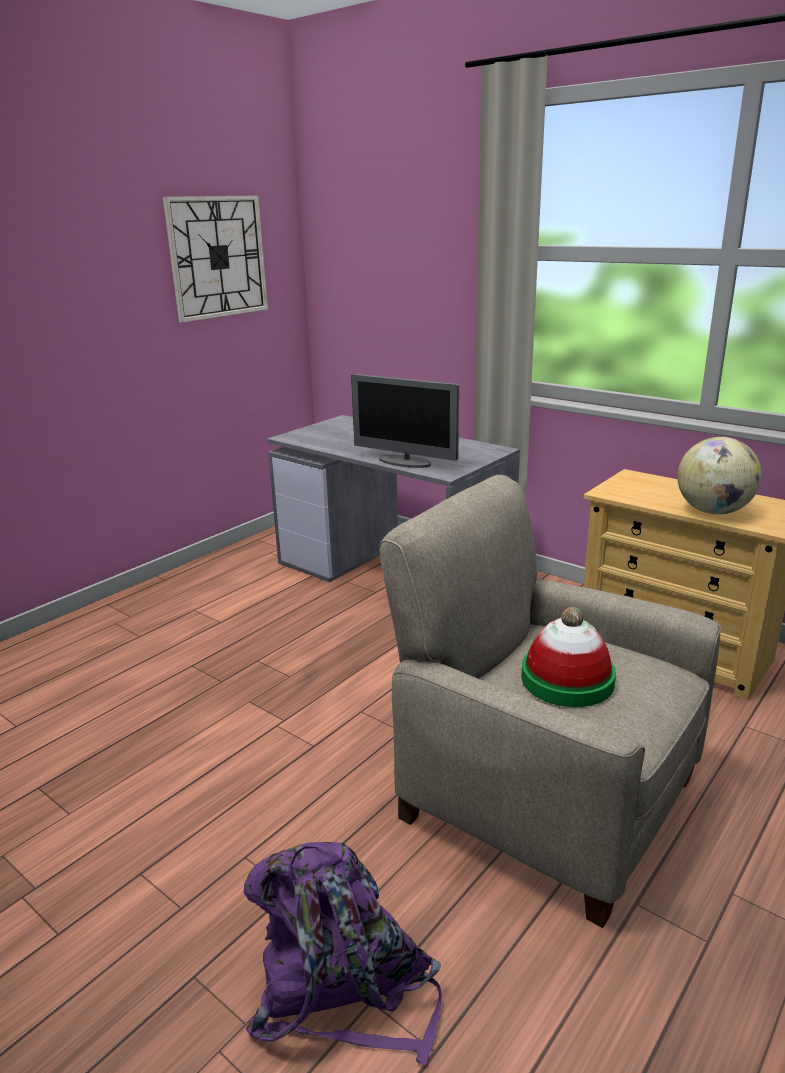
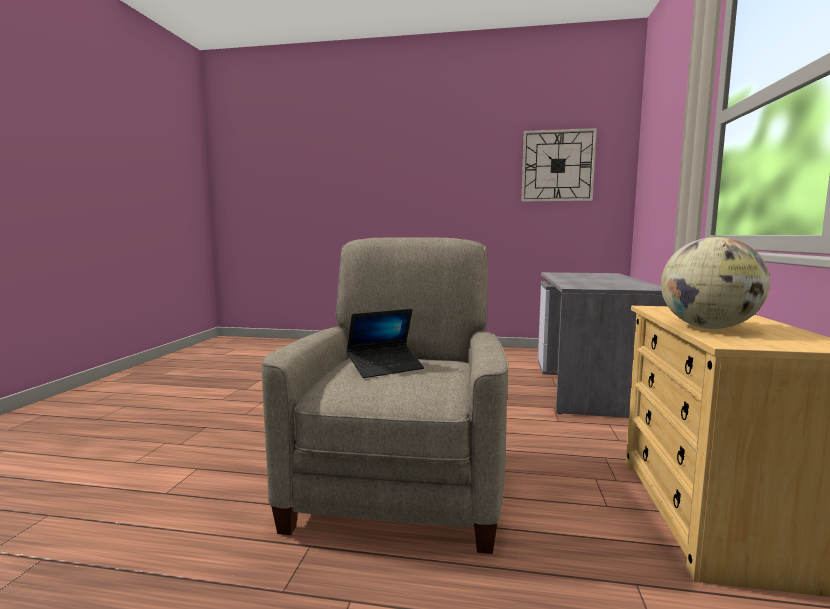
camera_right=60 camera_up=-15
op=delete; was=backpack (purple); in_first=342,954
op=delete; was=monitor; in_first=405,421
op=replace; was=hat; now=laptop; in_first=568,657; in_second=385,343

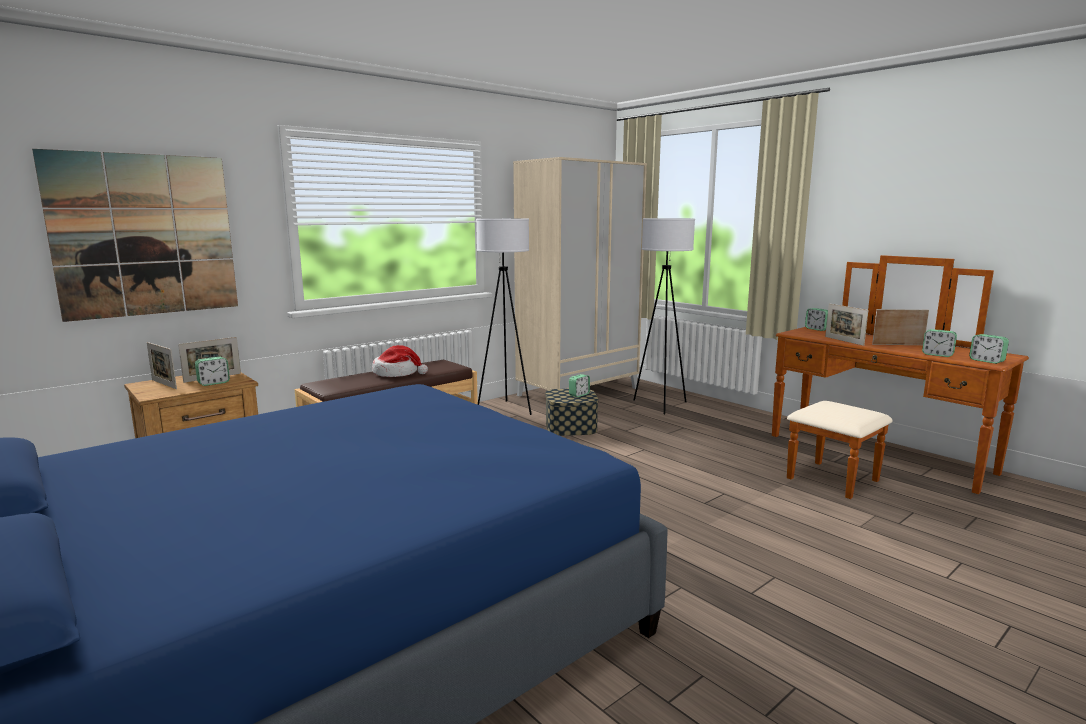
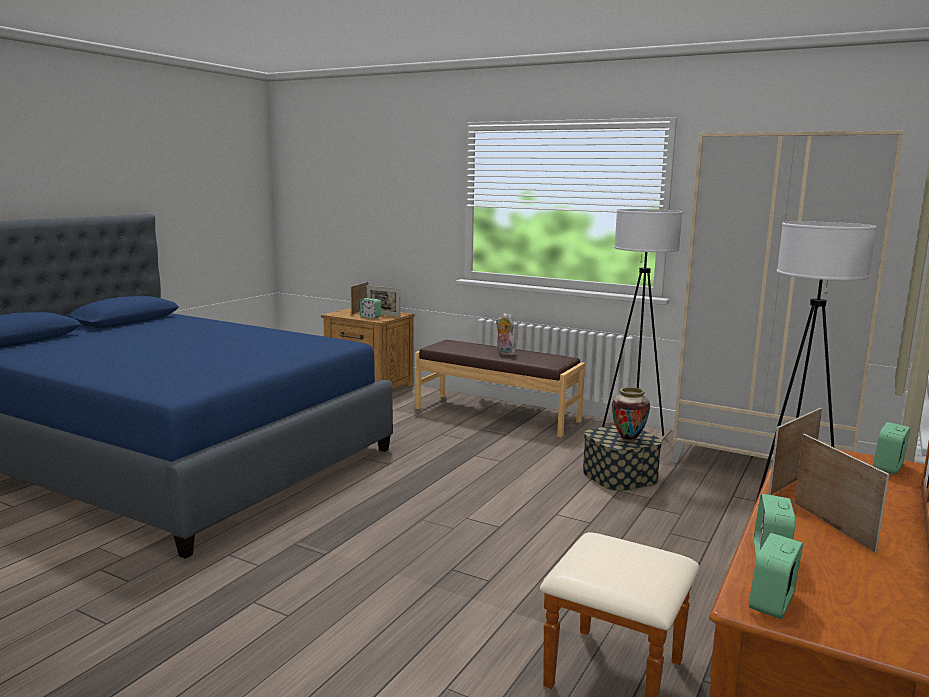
camera_right=70 camera_up=0
op=delete; was=picture; in_first=135,235
op=replace; was=hat; now=plush toy; in_first=400,361; in_second=506,334
op=replace; was=alarm clock; now=vase; in_first=579,385; in_second=631,414

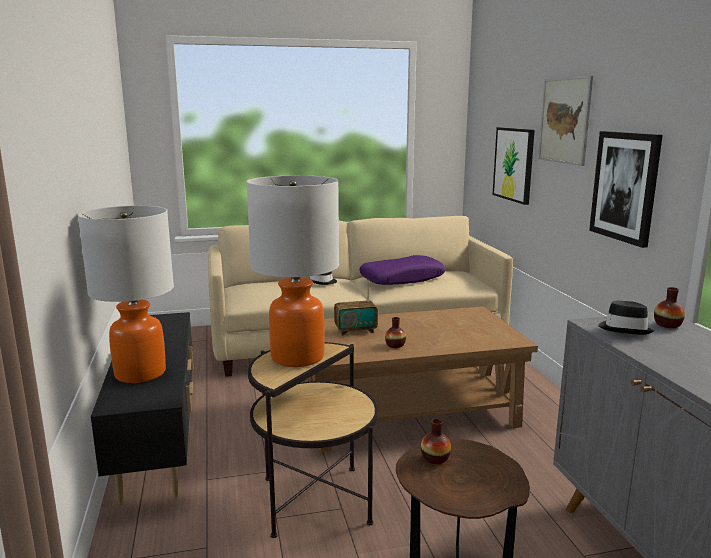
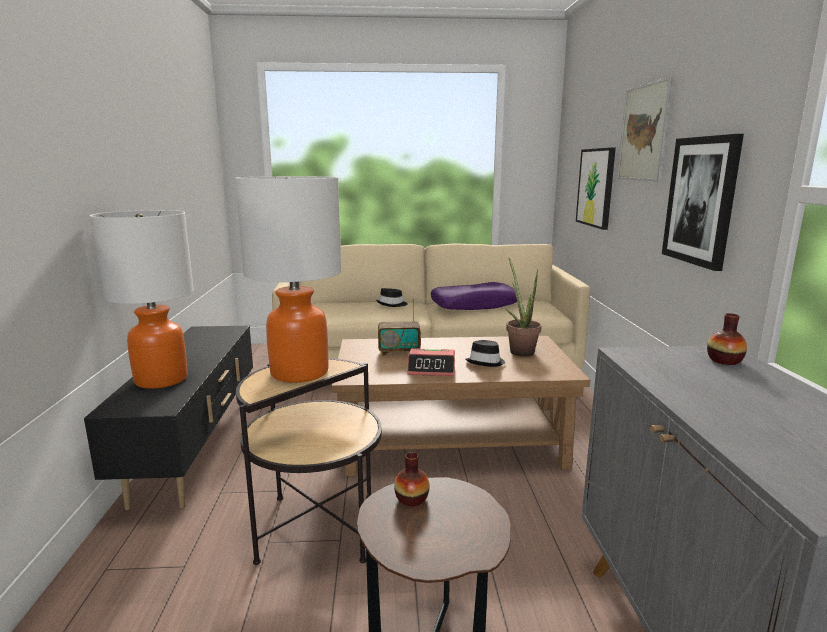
camera_right=10 camera_up=0
op=replace; was=vase; now=alarm clock; in_first=395,332; in_second=431,362
op=move; was=hat (black); in_first=626,318; in_second=485,353
op=insert; now=potted plant; in_second=524,307

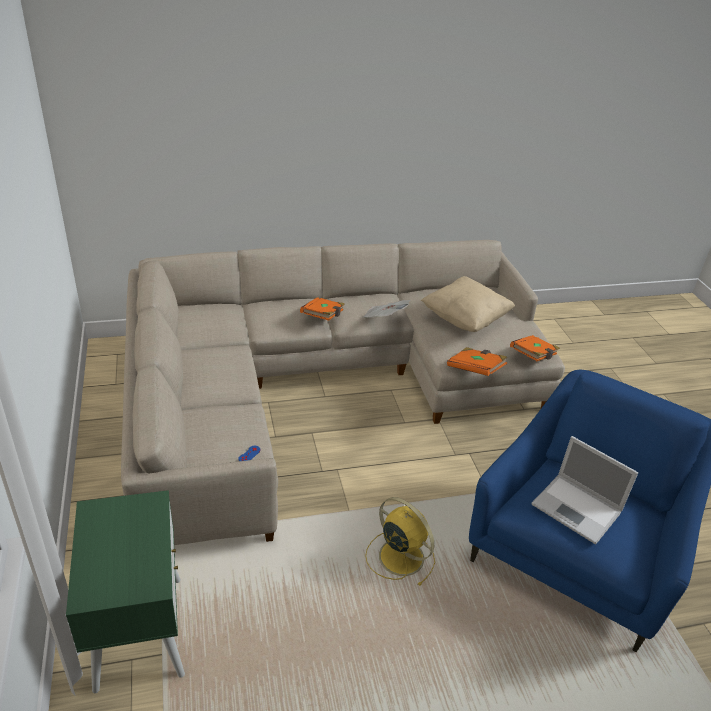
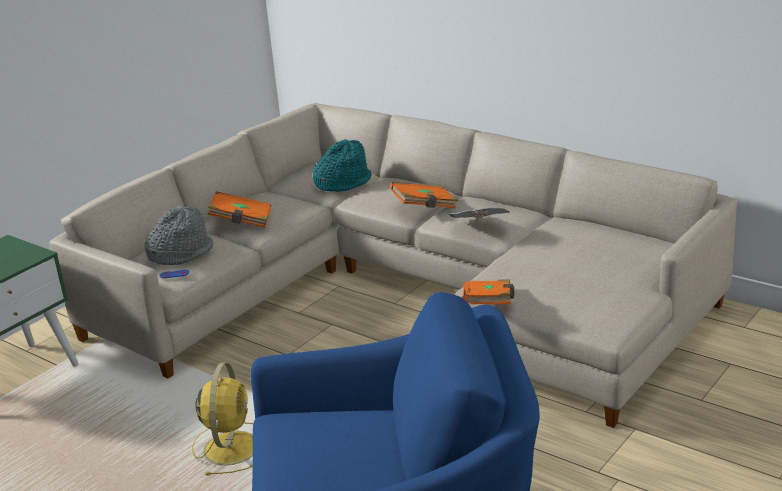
camera_right=55 camera_up=-10
op=delete; was=pillow (beige); in_first=468,304
op=move; was=book (orange); in_first=535,348; in_second=239,210
op=delete; was=laptop; in_first=584,490
op=insert; now=hat (grey); in_second=178,235
op=insert; now=hat (turquoise); in_second=342,165

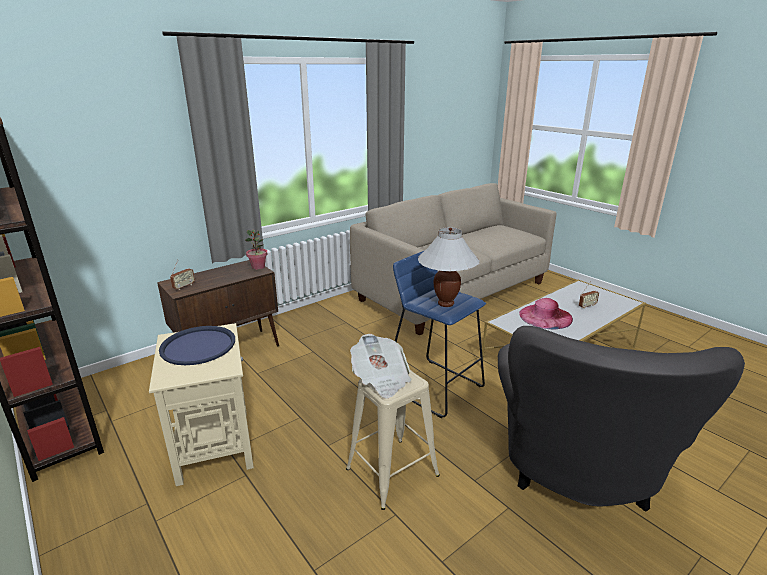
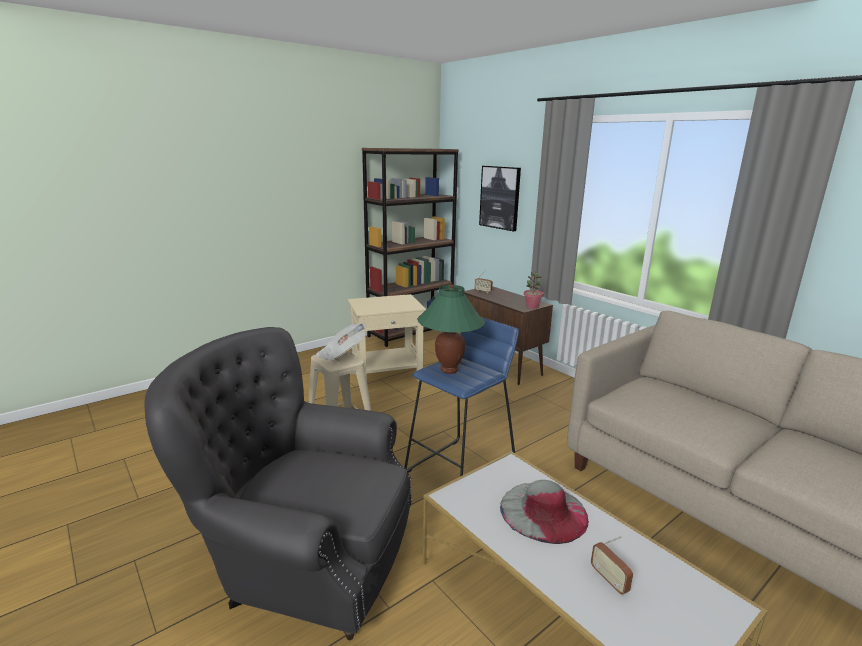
camera_right=90 camera_up=-5
op=delete; was=tray (blue); in_first=197,345
op=recolor; was=table lamp (white); now=table lamp (green); in_first=449,267; in_second=451,329
op=recolor; was=hat (pink); now=hat (grey); in_first=546,314; in_second=544,512
op=insert; now=picture; in_second=500,198

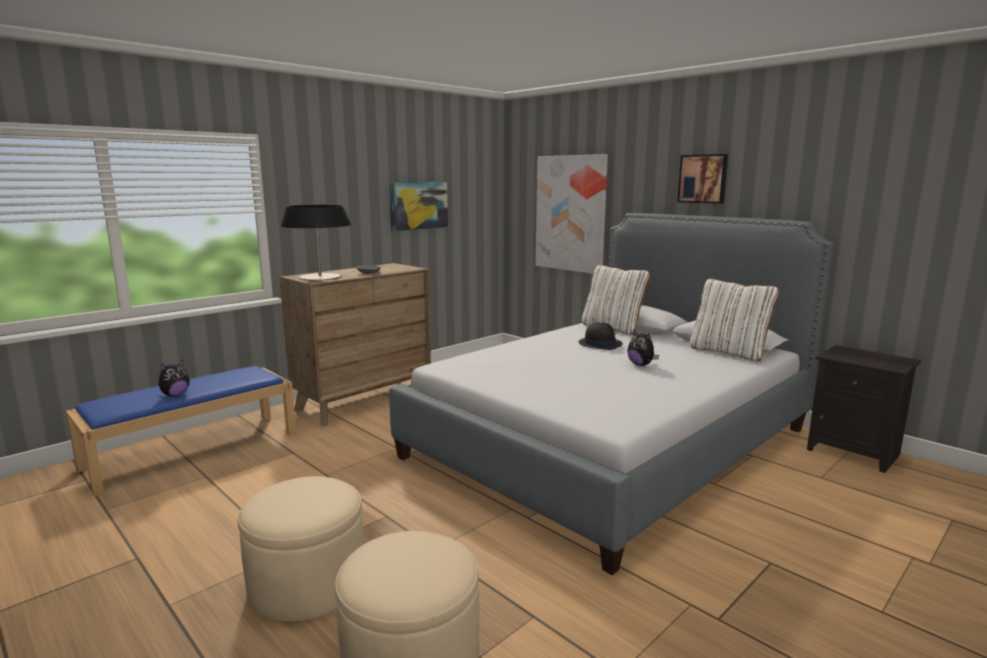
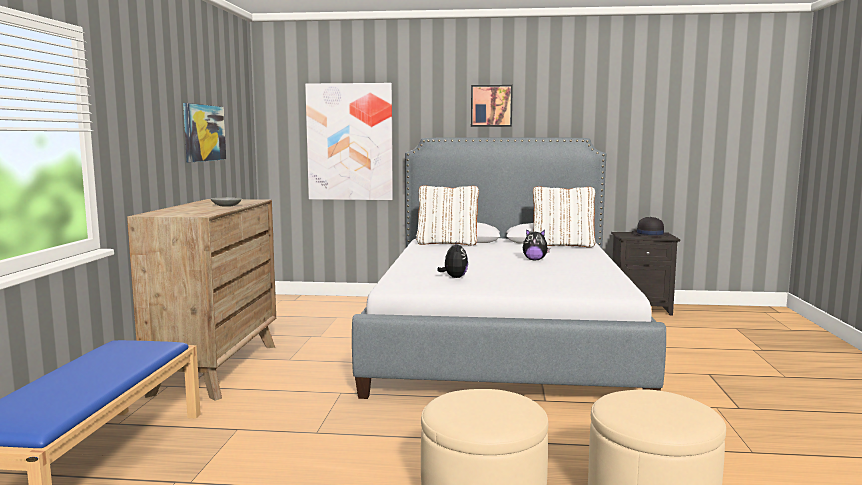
camera_right=-40 camera_up=-5
op=move; was=plush toy; in_first=174,378; in_second=452,259
op=delete; was=table lamp; in_first=316,243
op=move; was=hat (black); in_first=600,336; in_second=650,226

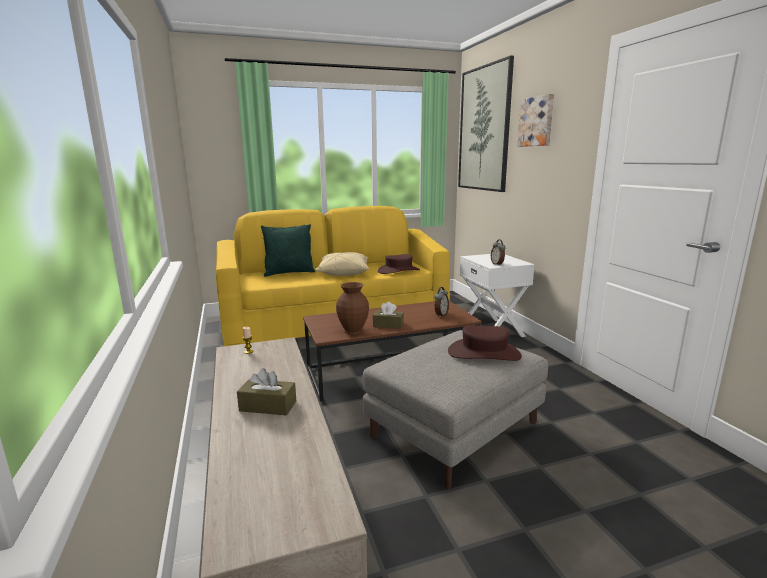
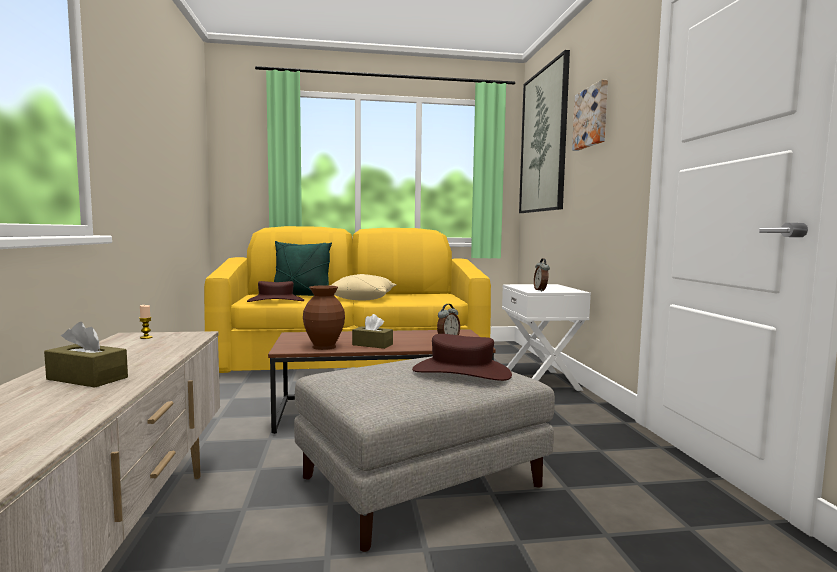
camera_right=10 camera_up=-10
op=move; was=hat (brown); in_first=399,264; in_second=275,291

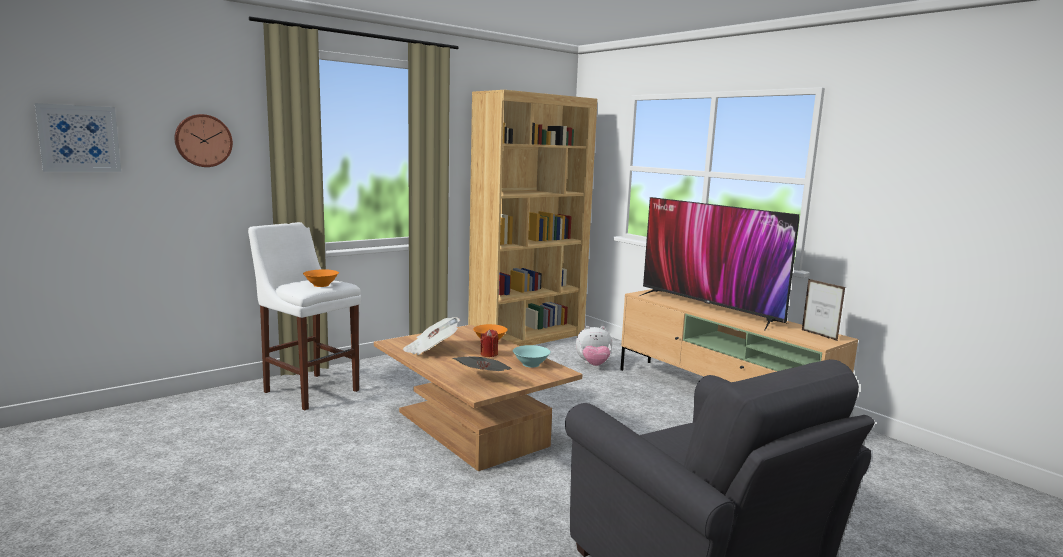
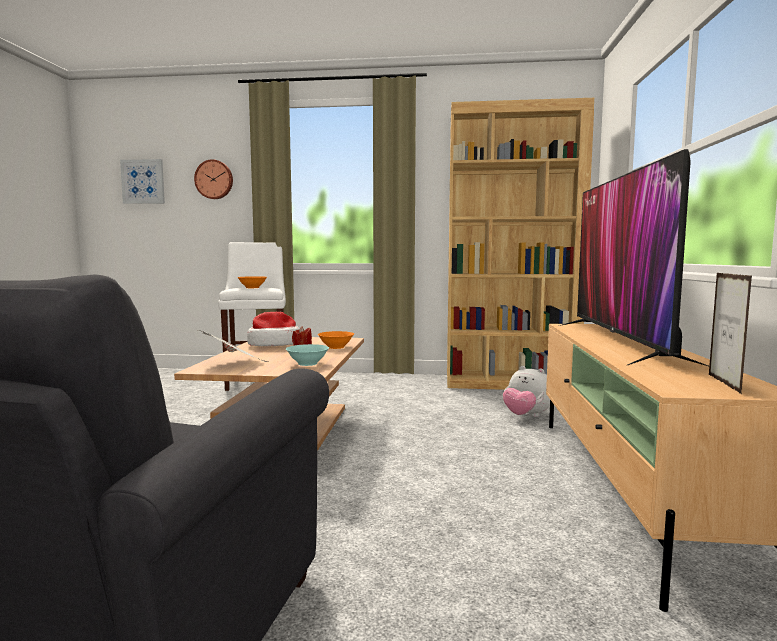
camera_right=45 camera_up=-5
op=replace; was=newspaper; now=hat; in_first=431,336; in_second=273,329

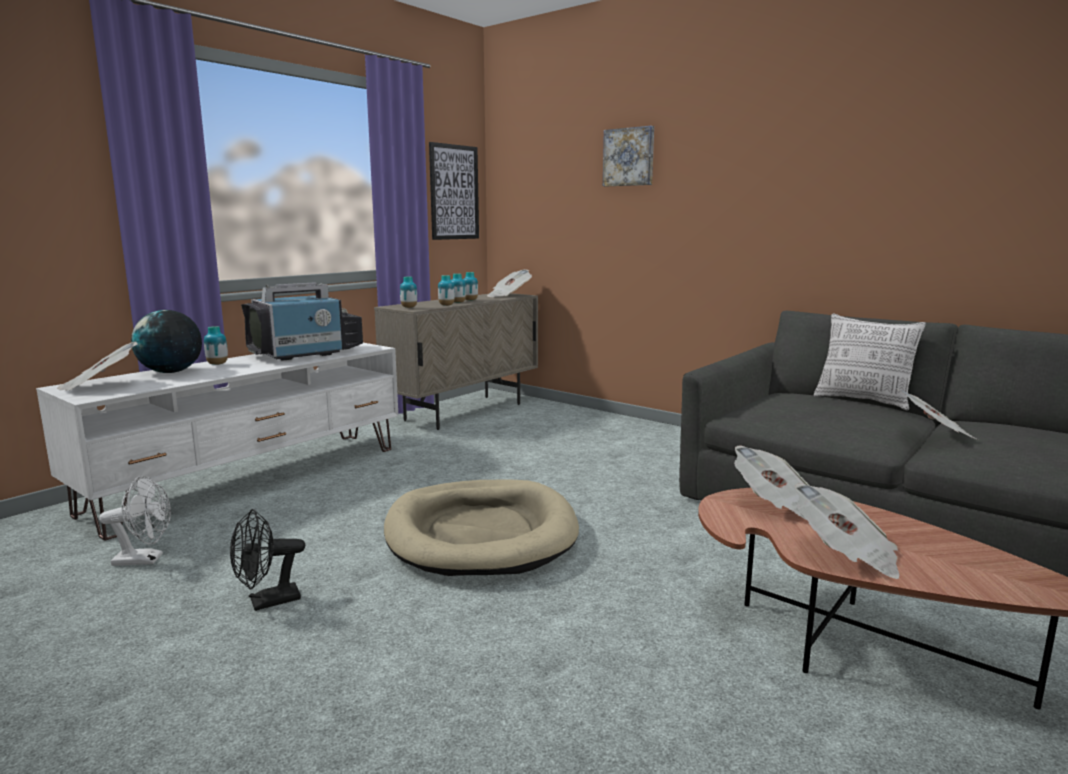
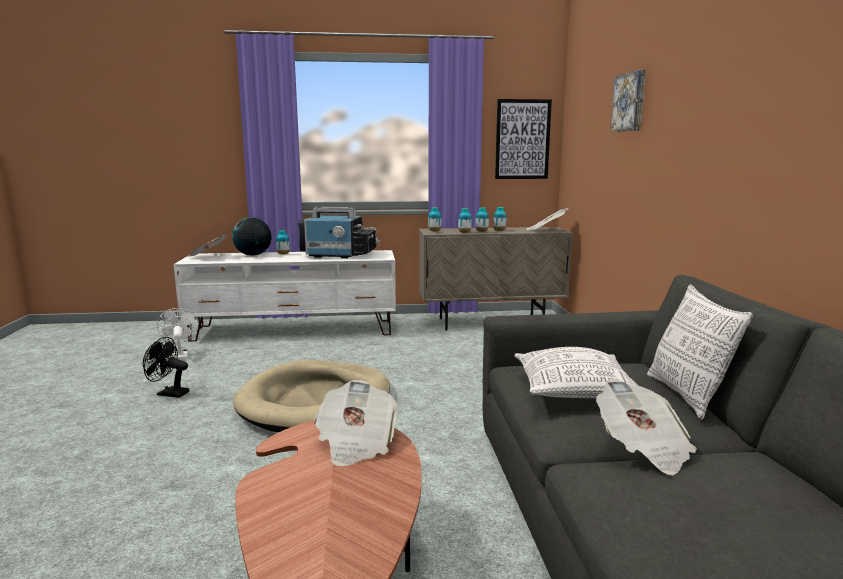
camera_right=45 camera_up=0
op=rotate; was=fan (white); in_first=135,520; in_second=178,334; clockwise=-150
op=delete; was=newspaper; in_first=847,531
op=insert; now=pillow; in_second=576,373

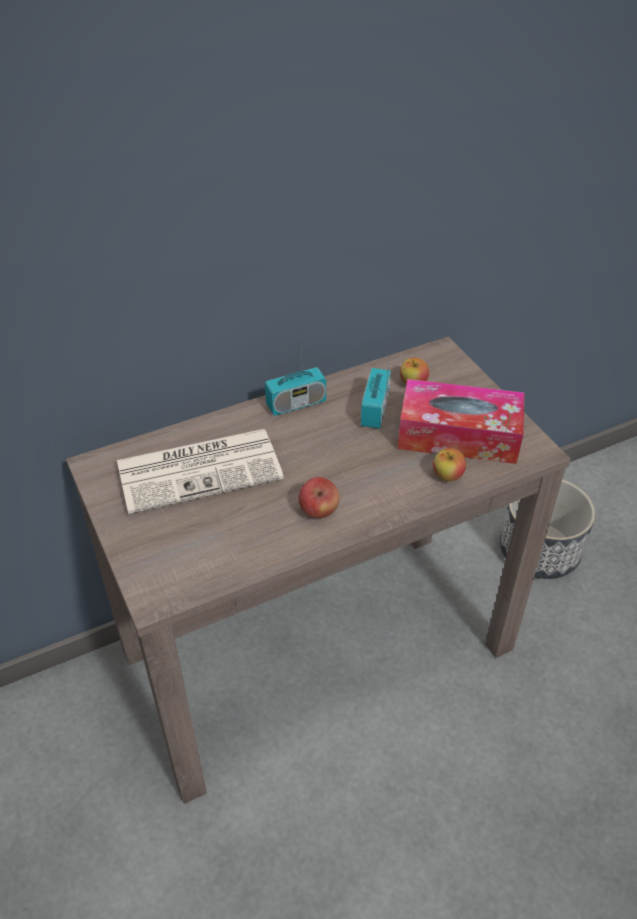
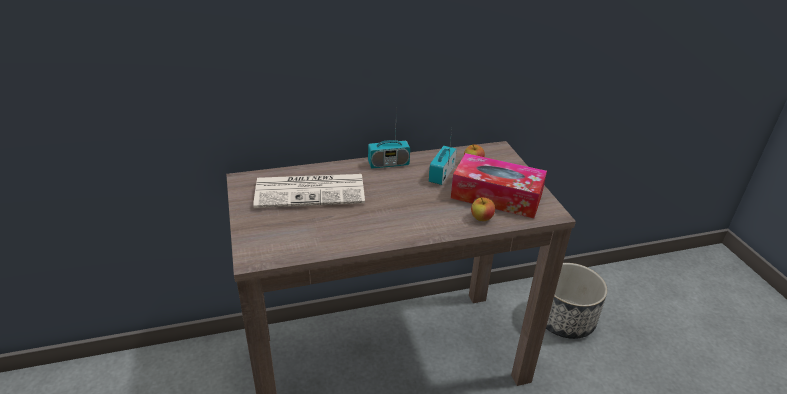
camera_right=10 camera_up=-10
op=delete; was=apple; in_first=319,497

